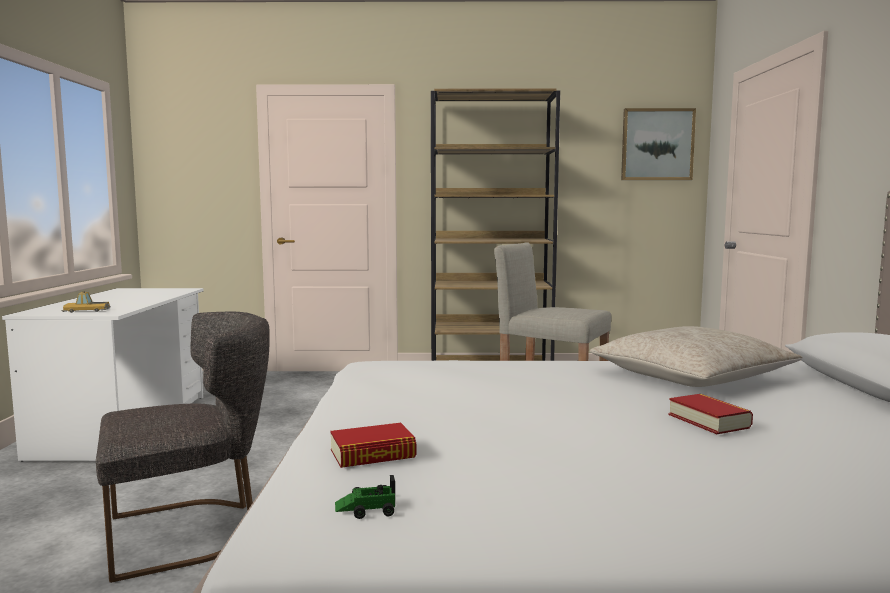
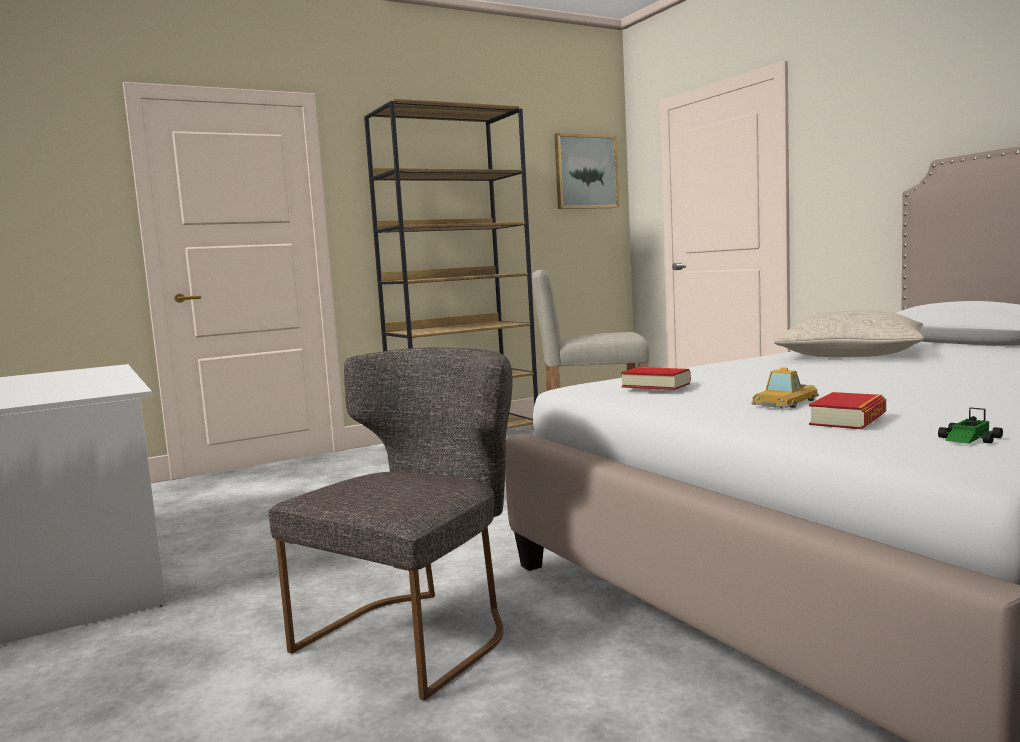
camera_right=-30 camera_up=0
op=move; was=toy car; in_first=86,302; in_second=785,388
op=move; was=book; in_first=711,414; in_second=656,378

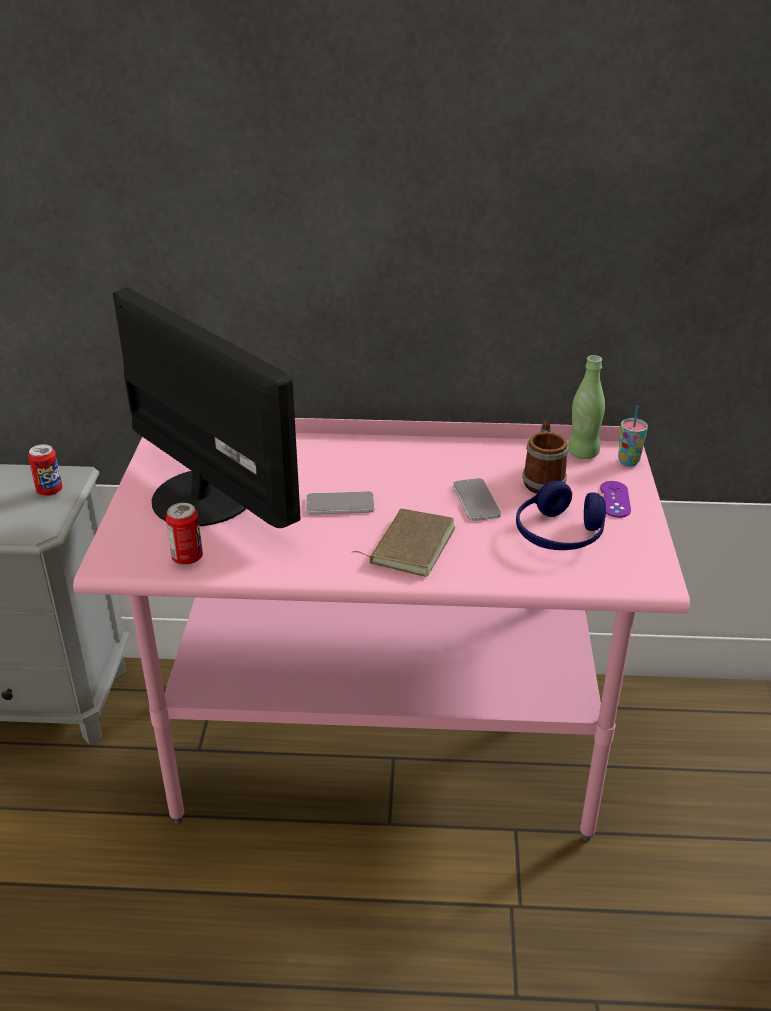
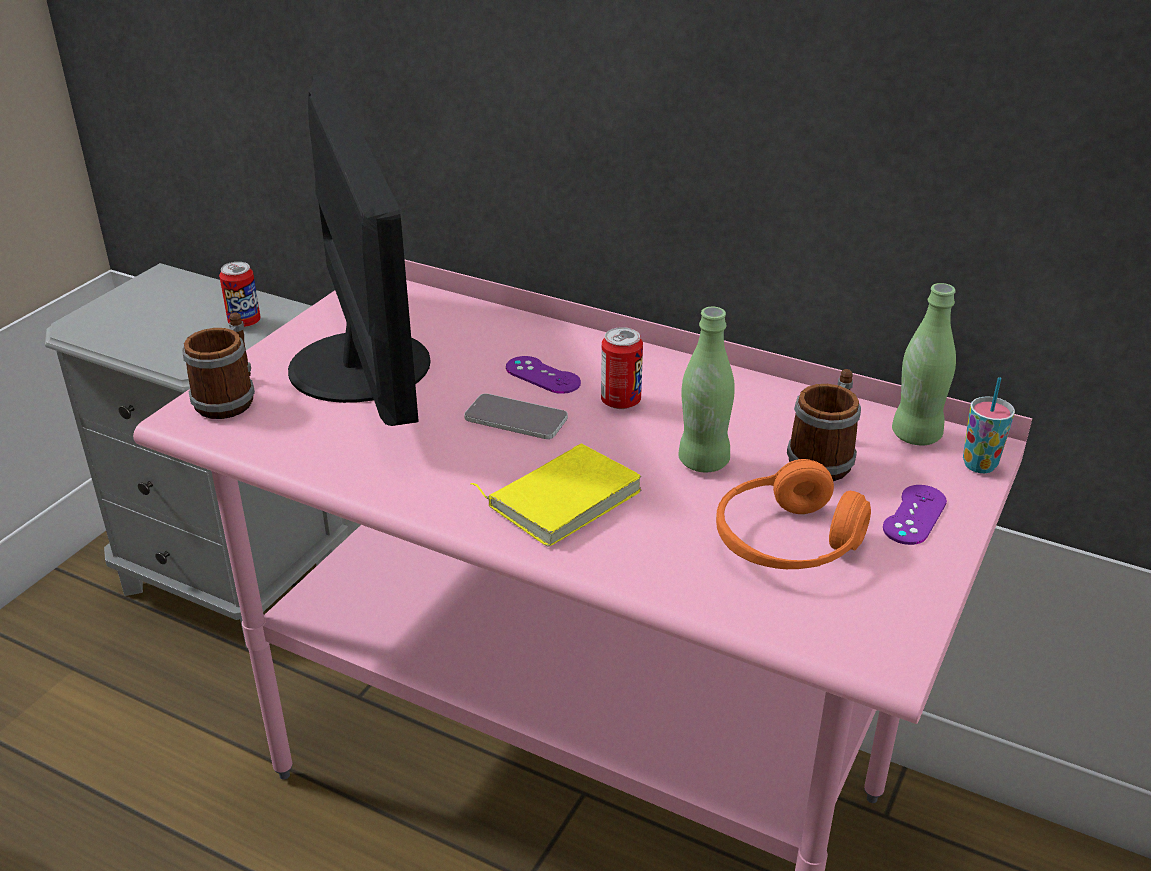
camera_right=25 camera_up=0
op=move; was=can; in_first=184,534; in_second=622,368
op=recolor; was=book (brown); now=book (yellow); in_first=403,542; in_second=555,495
op=replace; was=phone; now=bottle (green); in_first=477,499; in_second=706,389
op=recolor; was=headphones (blue); now=headphones (orange); in_first=561,515; in_second=793,514
op=insert; now=mug; in_second=218,365
op=insert; now=game controller (purple); in_second=543,375

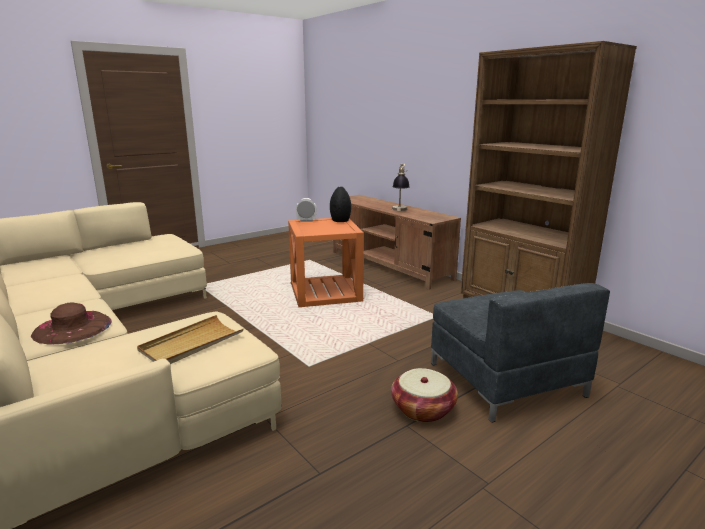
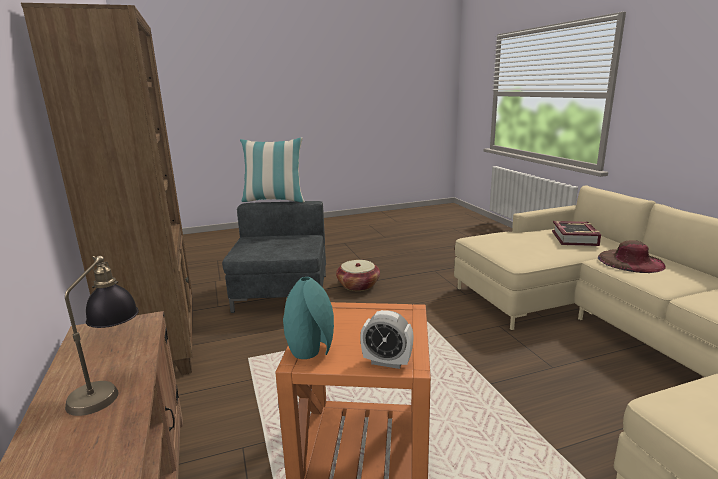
camera_right=-160 camera_up=0
op=delete; was=tray (beige); in_first=190,339
op=recolor; was=vase (black); now=vase (turquoise); in_first=340,204; in_second=308,318
op=insert; now=pillow; in_second=272,170
op=insert; now=book; in_second=576,233

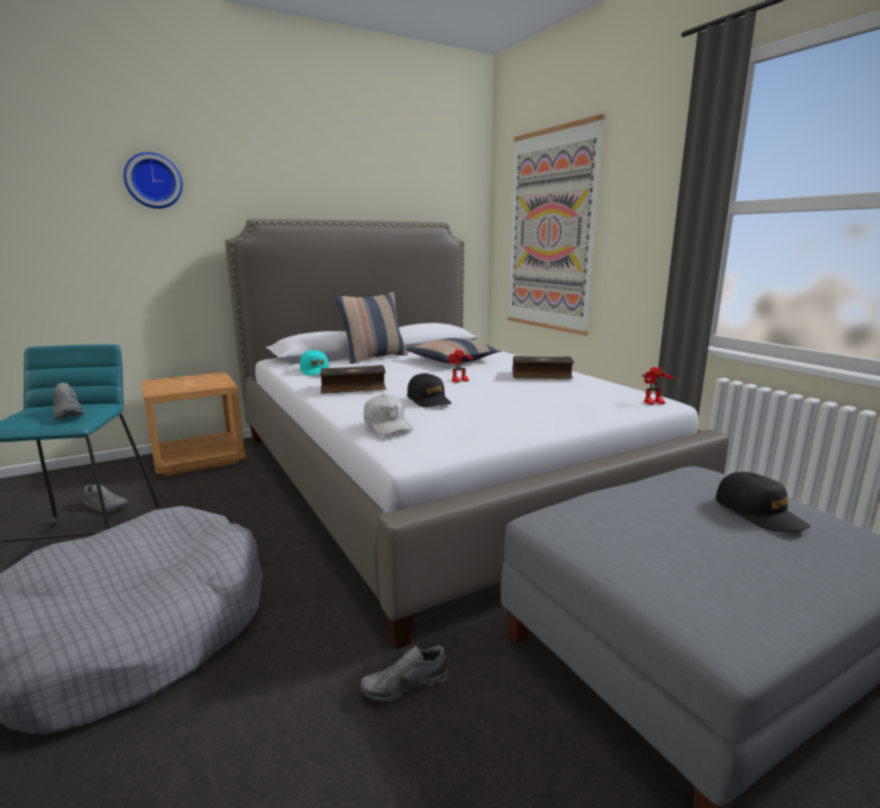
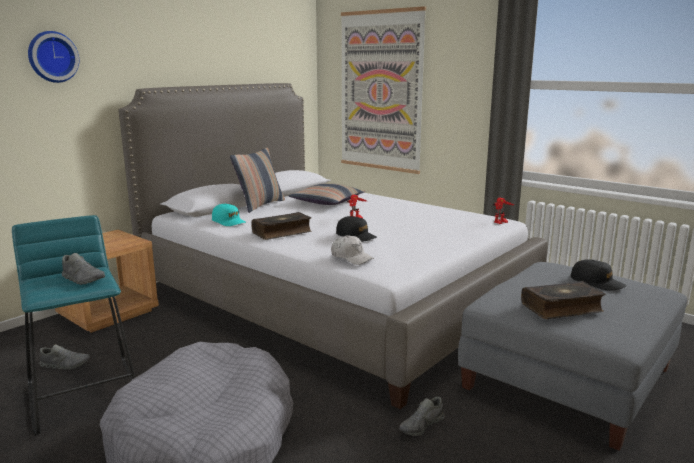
camera_right=-20 camera_up=0
op=move; was=book; in_first=543,367; in_second=563,300

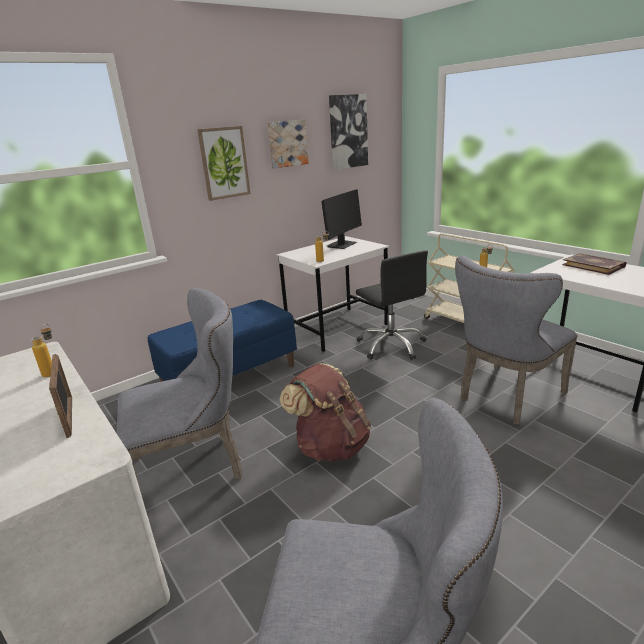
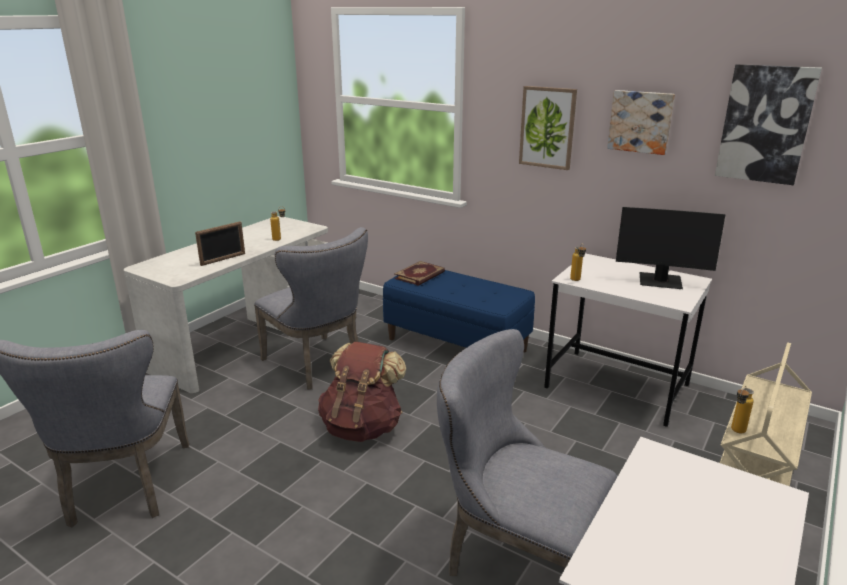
camera_right=70 camera_up=0
op=delete; was=office chair (black); in_first=392,305
op=move; was=book; in_first=594,264; in_second=419,273

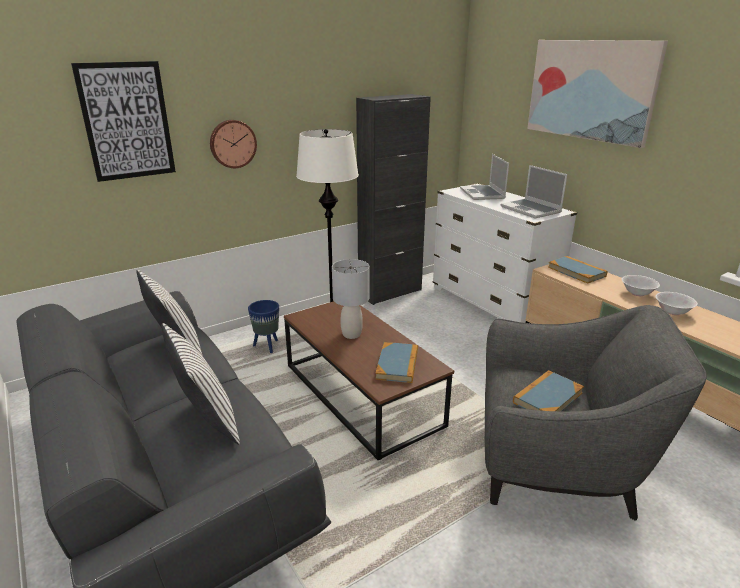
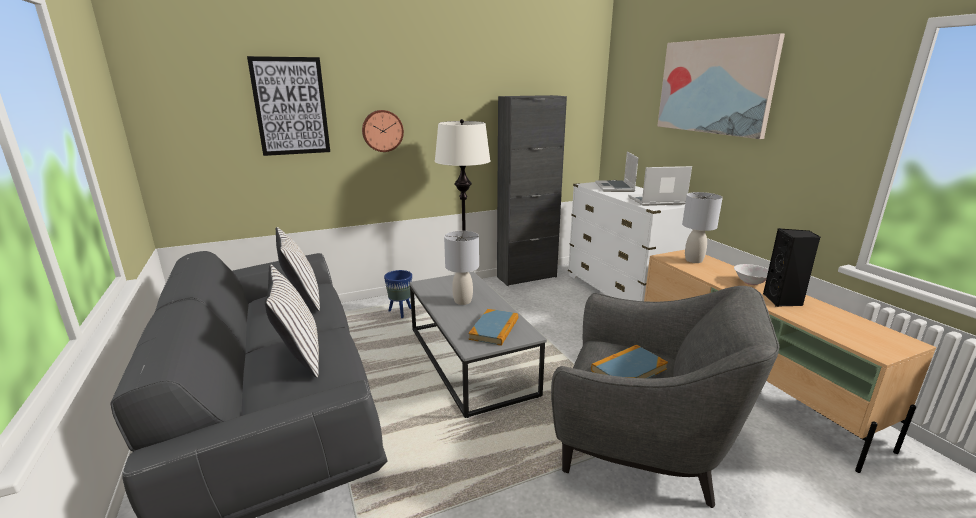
camera_right=10 camera_up=-5
op=recolor; was=coffee table (brown); now=coffee table (grey); in_first=369,380; in_second=478,345
op=rotate; was=laptop; in_first=534,192; in_second=660,186; clockwise=105
op=replace; was=book; now=table lamp (grey); in_first=578,269; in_second=702,227
op=replace; was=bowl (white); now=speaker (black); in_first=676,303; in_second=791,267

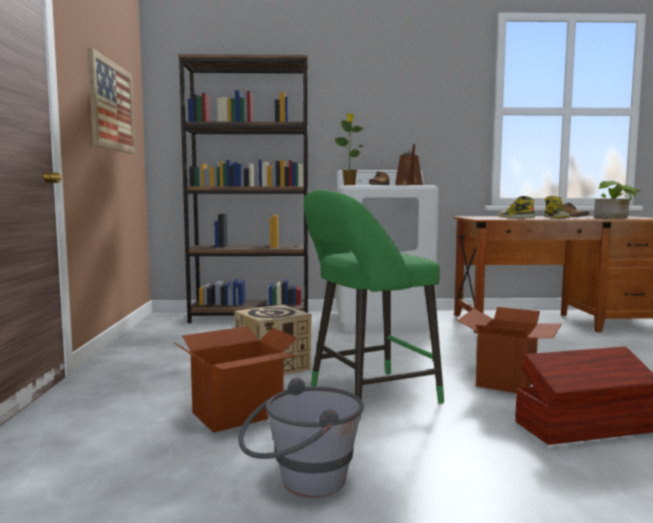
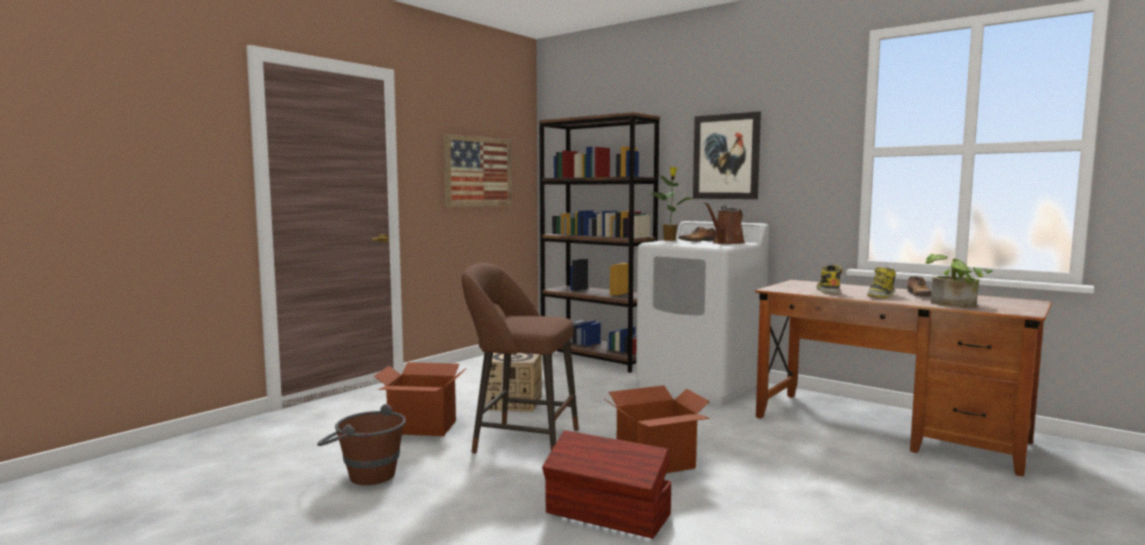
camera_right=40 camera_up=0
op=recolor; was=bucket (grey); now=bucket (brown); in_first=301,438; in_second=361,444
op=recolor; was=stool (green); now=stool (brown); in_first=373,304; in_second=520,358
op=insert; now=picture; in_second=727,155

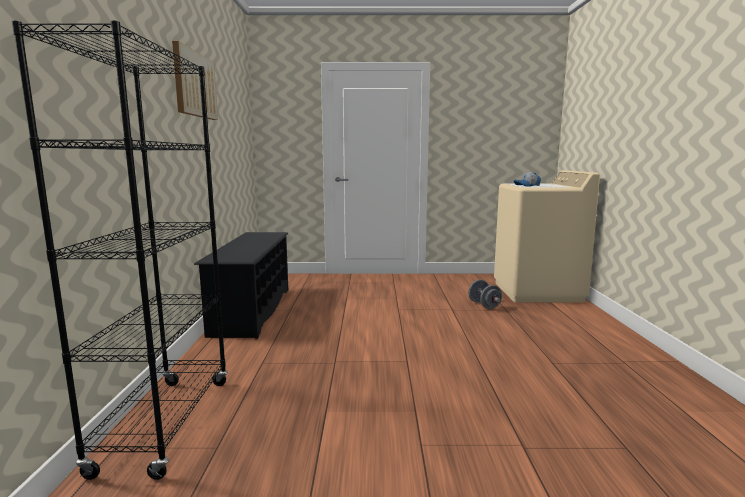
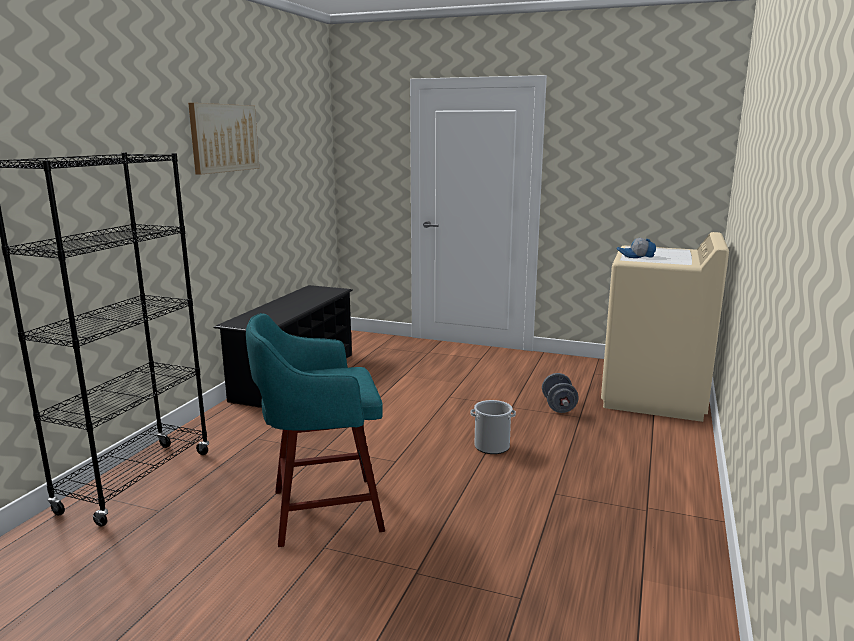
camera_right=20 camera_up=5
op=insert; now=stool (turquoise); in_second=315,430
op=insert; now=bucket; in_second=493,427

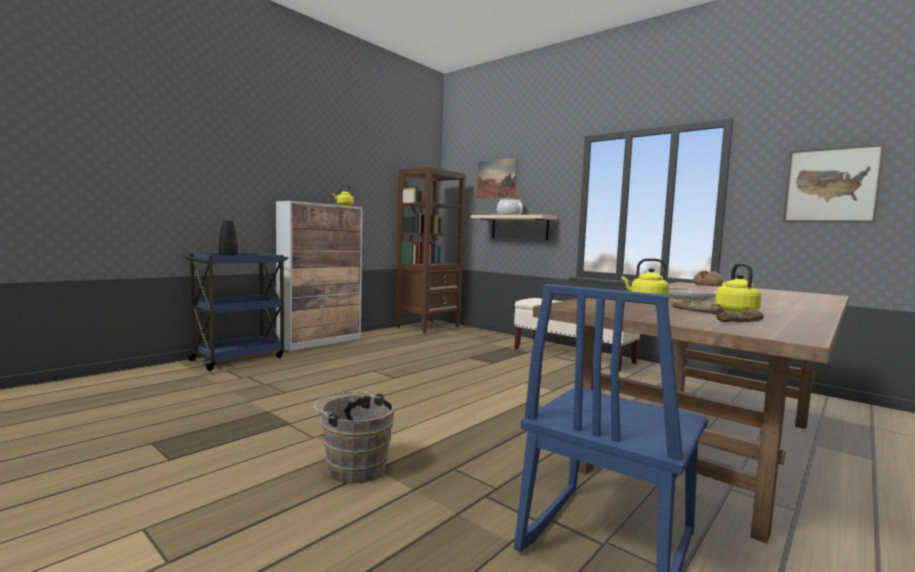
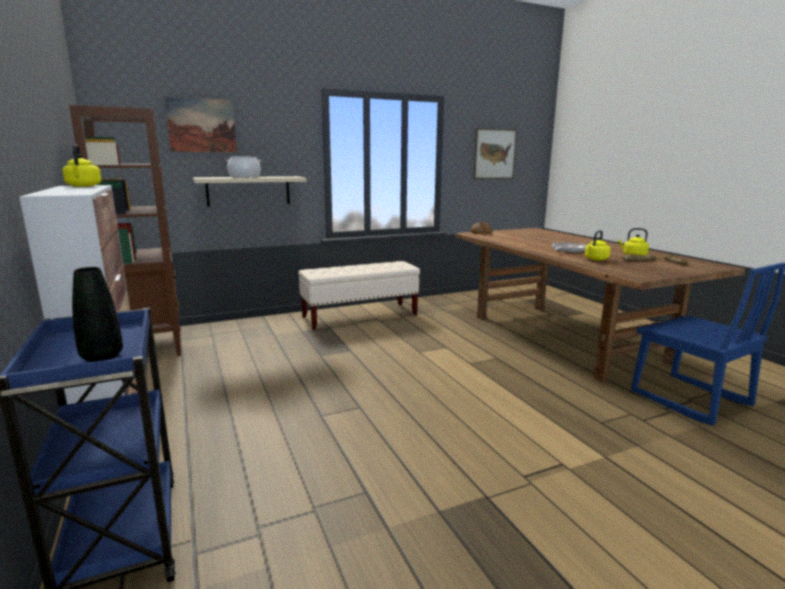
camera_right=-65 camera_up=10
op=delete; was=bucket (brown); in_first=354,438

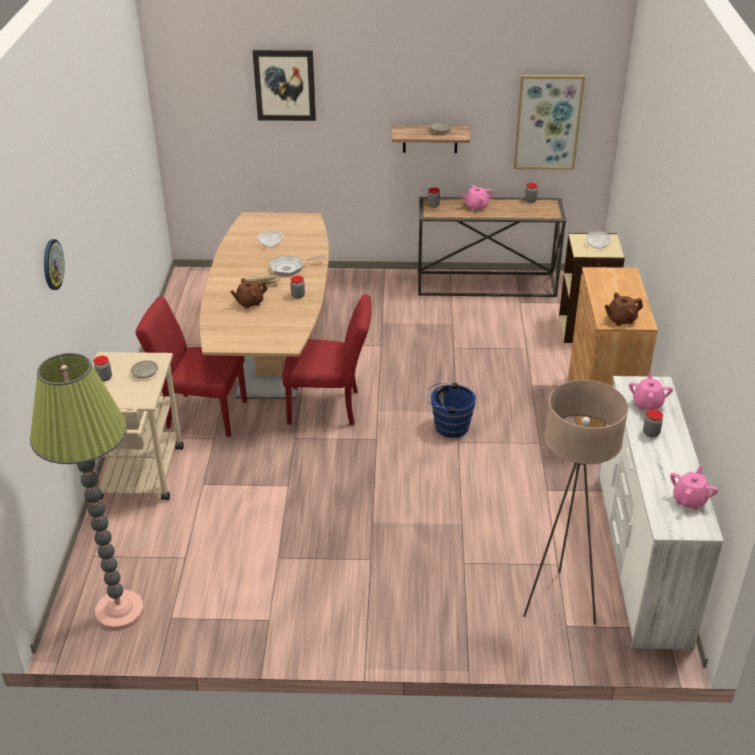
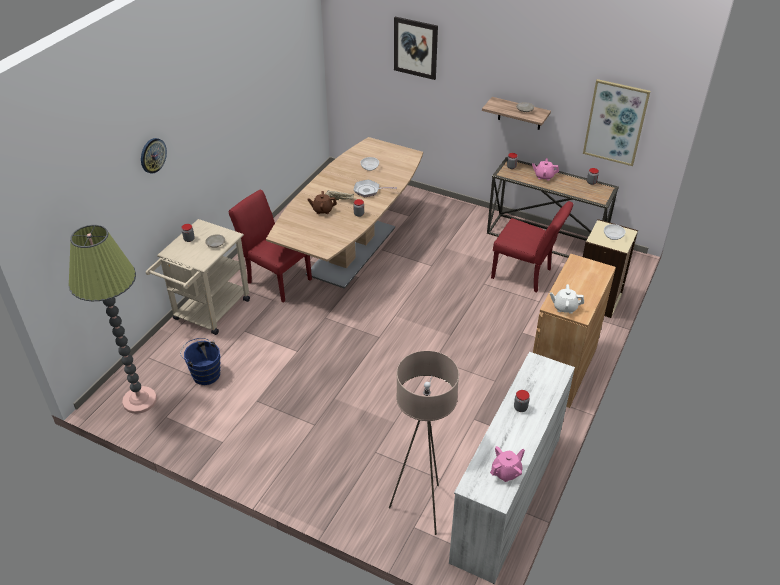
camera_right=25 camera_up=5
op=move; was=chair (red); in_first=327,359; in_second=532,247
op=move; was=bucket (blue); in_first=451,410; in_second=200,361
op=recolor; was=teapot (brown); now=teapot (white); in_first=623,309; in_second=567,299
op=delete; was=teapot (pink); in_first=651,391

